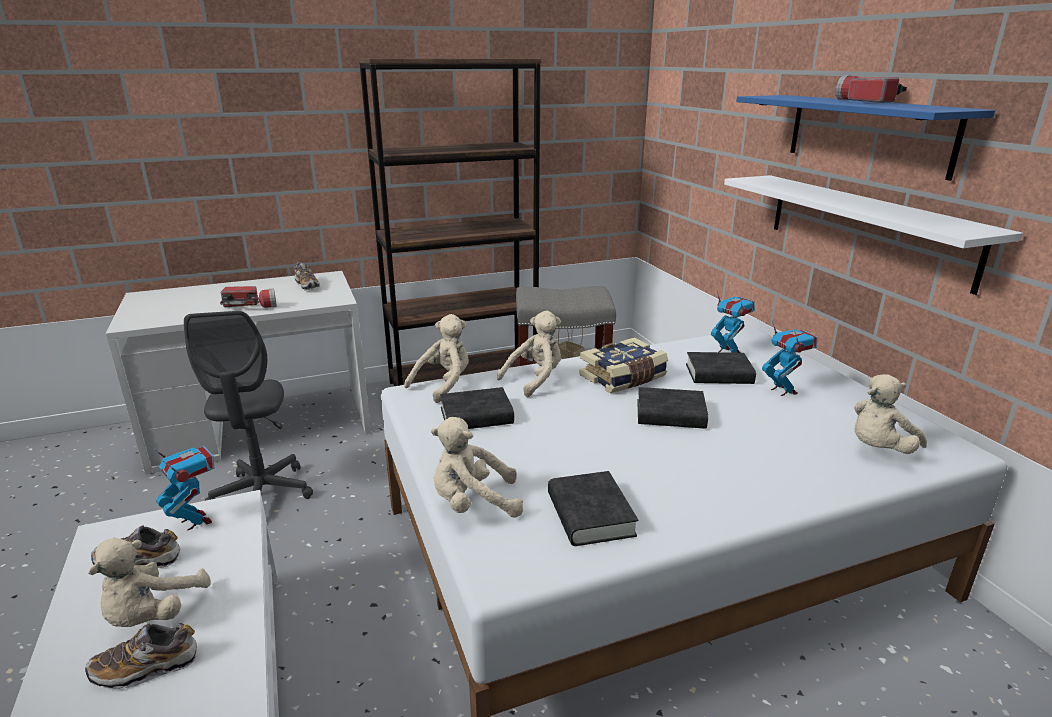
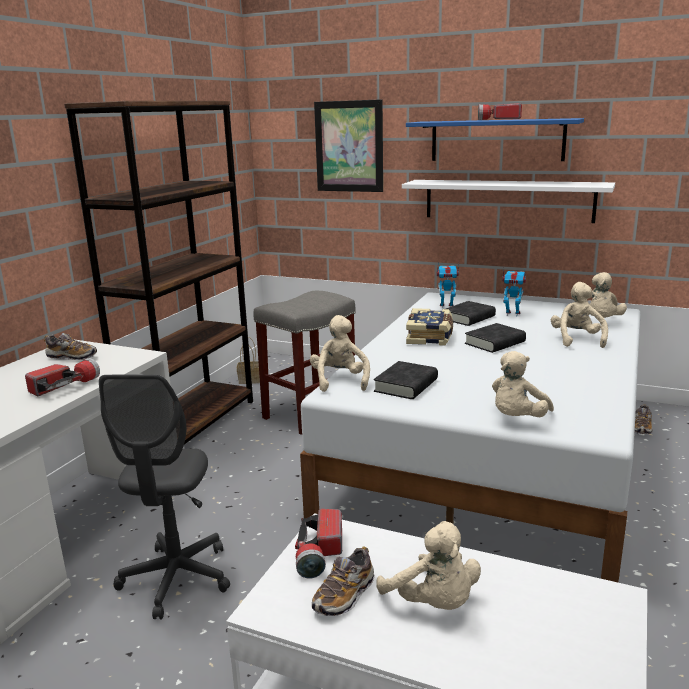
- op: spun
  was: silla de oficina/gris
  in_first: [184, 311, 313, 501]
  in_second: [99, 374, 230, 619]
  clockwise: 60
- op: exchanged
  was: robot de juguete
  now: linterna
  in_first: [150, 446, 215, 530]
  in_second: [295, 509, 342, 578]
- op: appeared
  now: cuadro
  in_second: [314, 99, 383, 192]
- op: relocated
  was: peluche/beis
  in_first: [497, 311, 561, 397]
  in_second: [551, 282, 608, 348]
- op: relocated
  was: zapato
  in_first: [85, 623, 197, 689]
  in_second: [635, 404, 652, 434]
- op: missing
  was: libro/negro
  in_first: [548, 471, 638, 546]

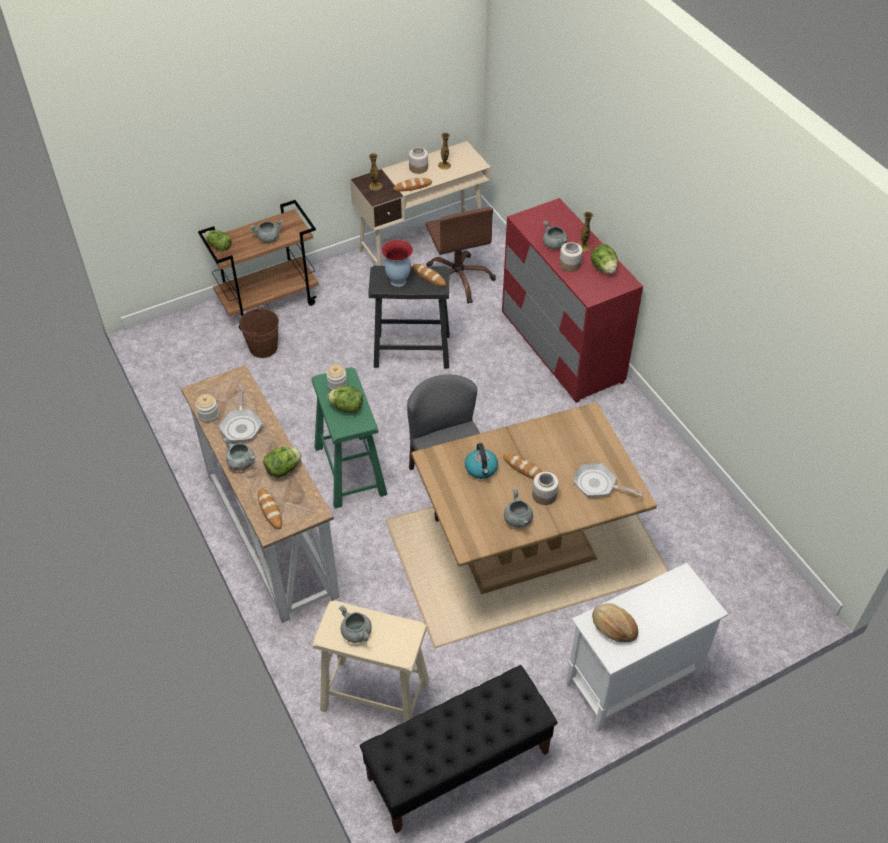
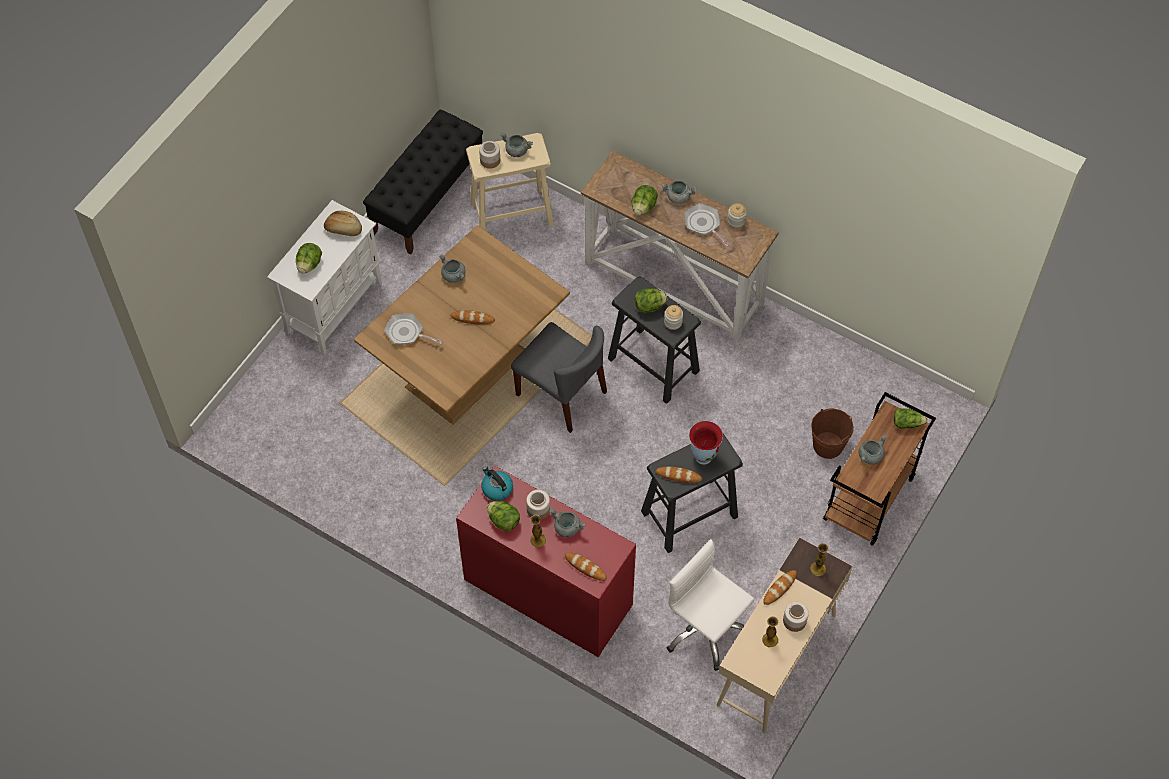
- op: appeared
  now: lechuga
  in_second: [296, 243, 322, 274]
- op: spun
  was: sartén
  in_first: [573, 463, 643, 497]
  in_second: [384, 313, 443, 345]
  clockwise: -150
- op: relocated
  was: tarro
  in_first: [532, 472, 559, 505]
  in_second: [479, 141, 500, 169]
- op: relocated
  was: hervidor
  in_first: [465, 443, 498, 479]
  in_second: [481, 466, 513, 501]
- op: relocated
  was: pan
  in_first: [258, 488, 282, 529]
  in_second: [565, 552, 607, 581]
- op: colour
  was: taburete/verde
  now: taburete/negro
  in_first: [312, 367, 388, 509]
  in_second: [608, 276, 701, 403]
- op: colour
  was: silla de oficina/marrón
  now: silla de oficina/blanco
  in_first: [426, 207, 496, 304]
  in_second: [667, 539, 754, 671]

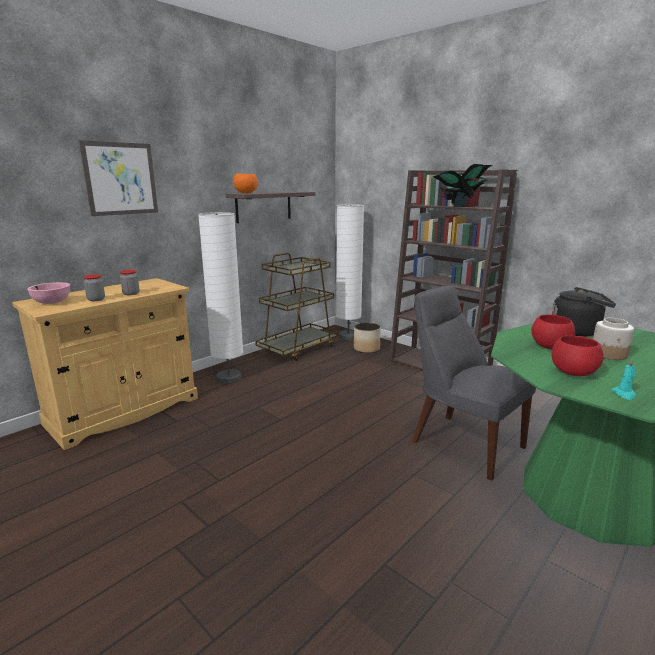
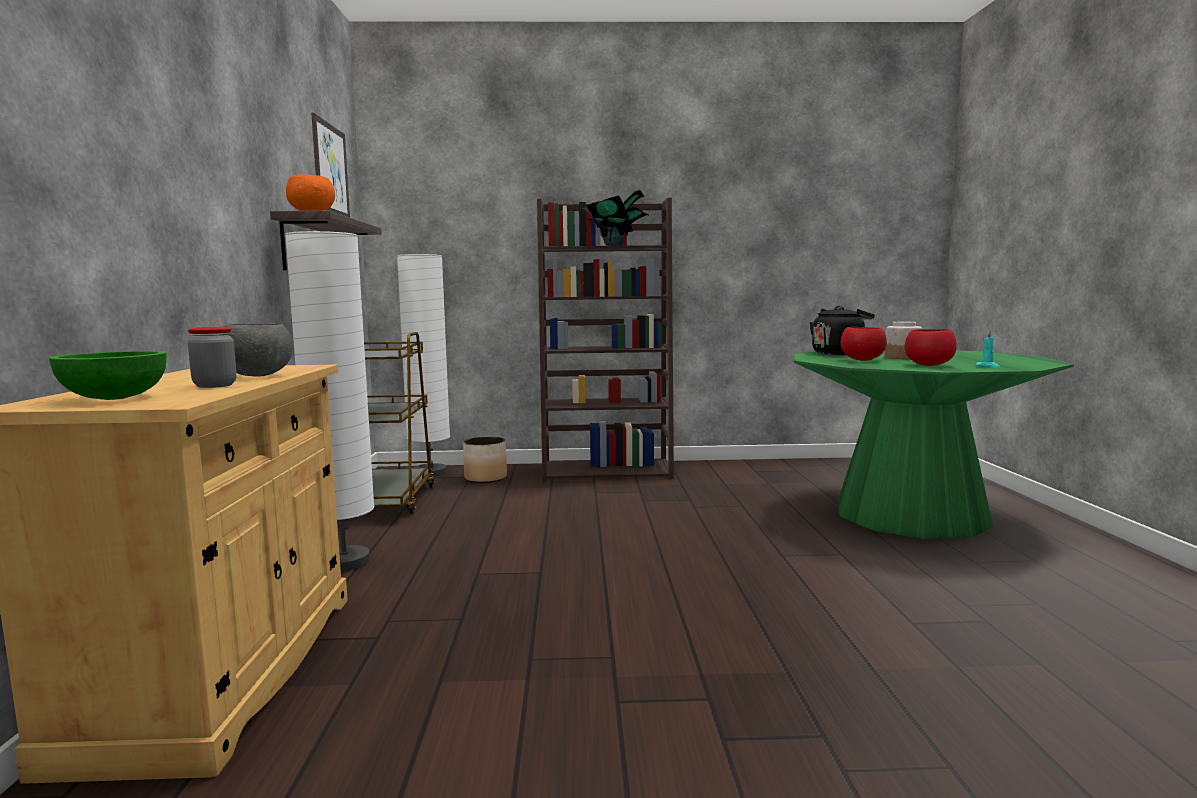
- op: colour
  was: cuenco/rosa
  now: cuenco/verde
  in_first: [27, 282, 70, 304]
  in_second: [49, 351, 167, 400]
- op: exchanged
  was: tarro
  now: cuenco/gris
  in_first: [120, 270, 139, 295]
  in_second: [222, 324, 293, 377]
- op: relocated
  was: cuadro
  in_first: [79, 140, 158, 216]
  in_second: [311, 113, 350, 217]
- op: missing
  was: silla/gris
  in_first: [412, 285, 536, 481]

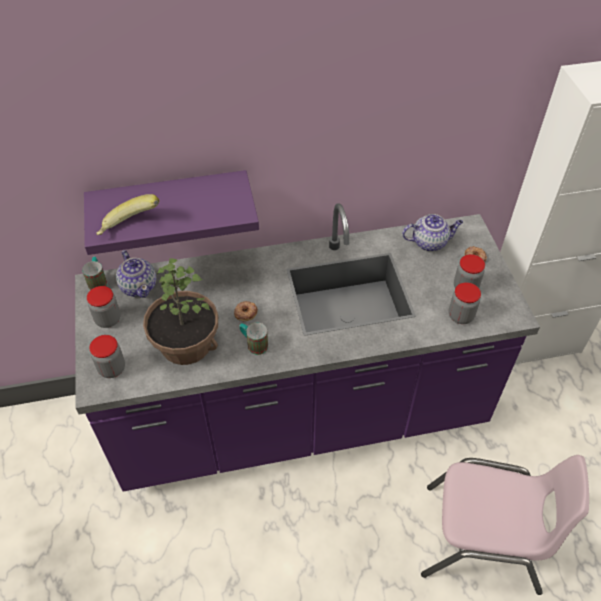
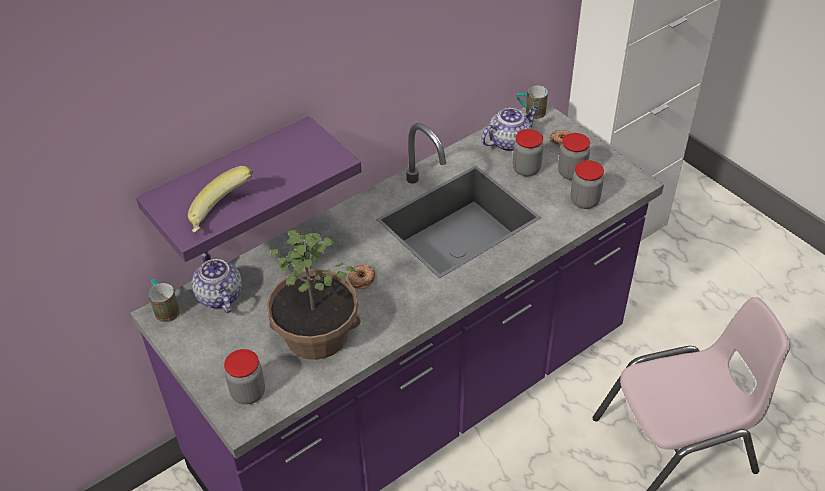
- op: spun
  was: tetera
  in_first: [116, 250, 156, 298]
  in_second: [192, 251, 242, 313]
  clockwise: -150
- op: relocated
  was: tarro
  in_first: [87, 286, 121, 328]
  in_second: [513, 129, 544, 176]
- op: relocated
  was: taza grande
  in_first: [240, 323, 268, 355]
  in_second: [517, 85, 548, 119]

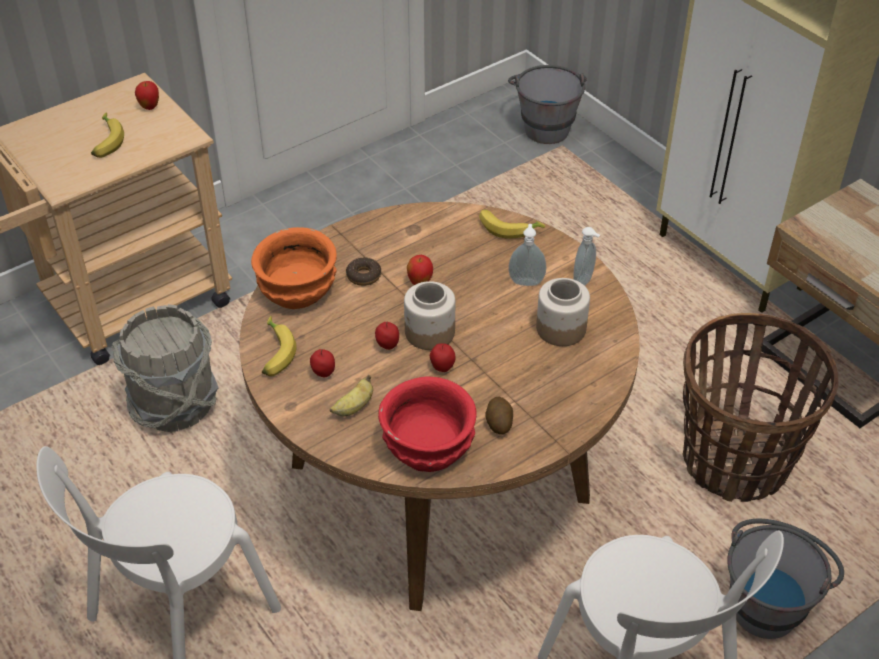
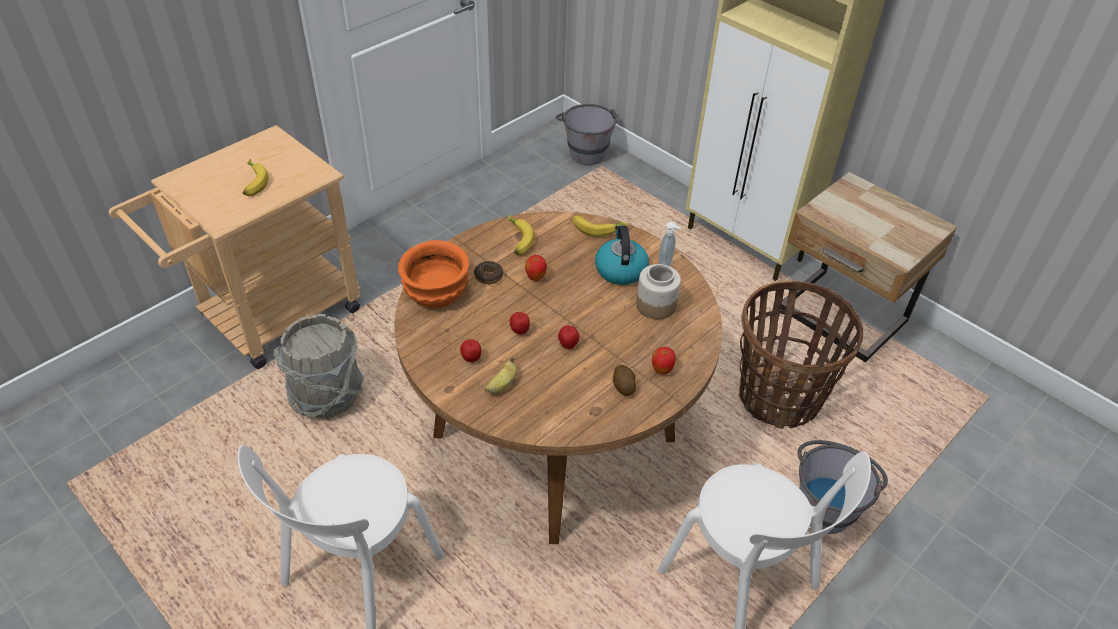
- op: relocated
  was: plátano
  in_first: [262, 316, 297, 376]
  in_second: [509, 215, 535, 255]
- op: exchanged
  was: dispensador de jabón
  now: hervidor
  in_first: [508, 224, 546, 286]
  in_second: [595, 225, 649, 285]
- op: relocated
  was: manzana
  in_first: [135, 81, 159, 110]
  in_second: [652, 347, 676, 375]
- op: missing
  was: cuenco/rojo
  in_first: [378, 376, 477, 472]
- op: missing
  was: tarro
  in_first: [404, 281, 455, 350]

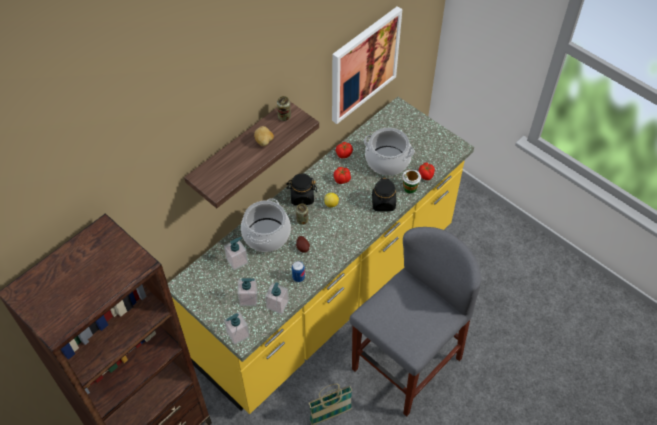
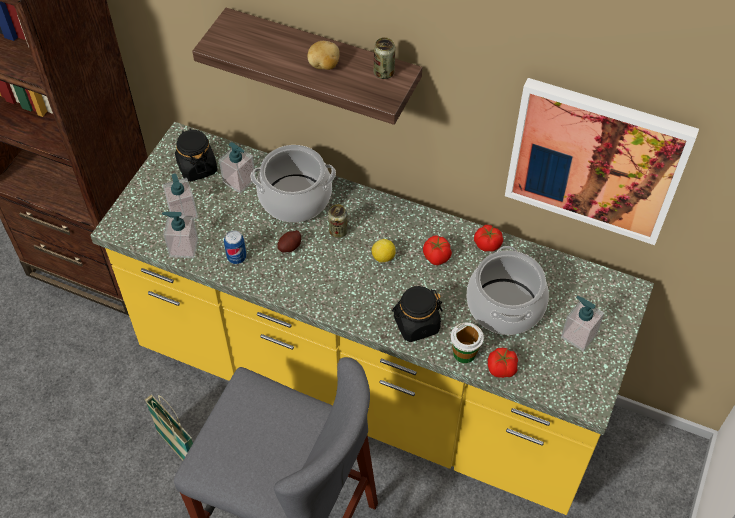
- op: relocated
  was: tarro/negro
  in_first: [287, 173, 317, 205]
  in_second: [175, 128, 217, 182]
- op: relocated
  was: dispensador de jabón
  in_first: [224, 312, 250, 345]
  in_second: [561, 296, 604, 351]

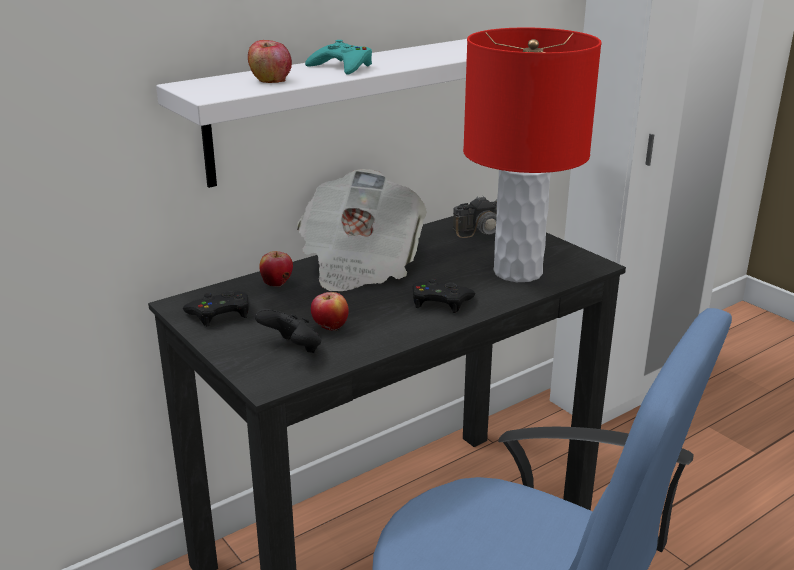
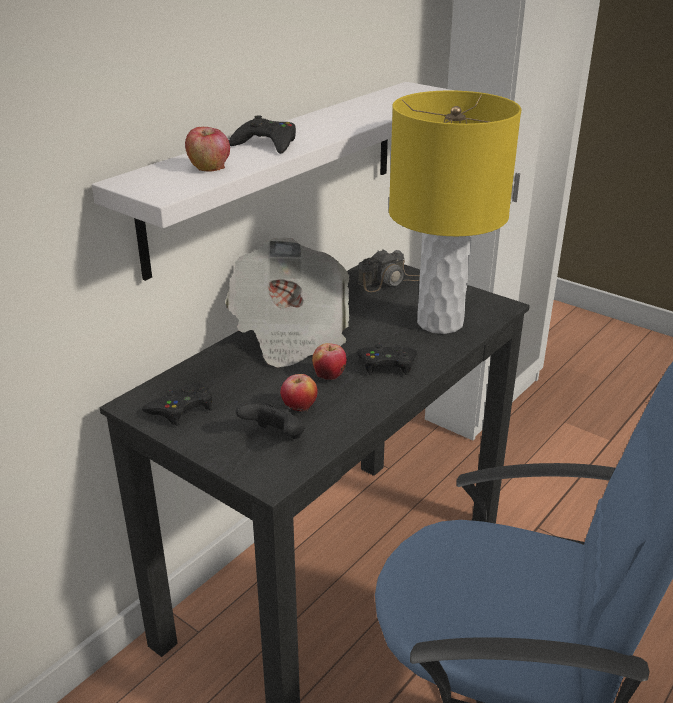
- op: colour
  was: mando de consola/turquesa
  now: mando de consola/negro
  in_first: [305, 40, 372, 75]
  in_second: [229, 115, 296, 154]
- op: relocated
  was: manzana
  in_first: [259, 251, 293, 287]
  in_second: [312, 343, 347, 380]
- op: colour
  was: lámpara de mesa/rojo
  now: lámpara de mesa/amarillo
  in_first: [463, 28, 602, 282]
  in_second: [389, 90, 521, 334]

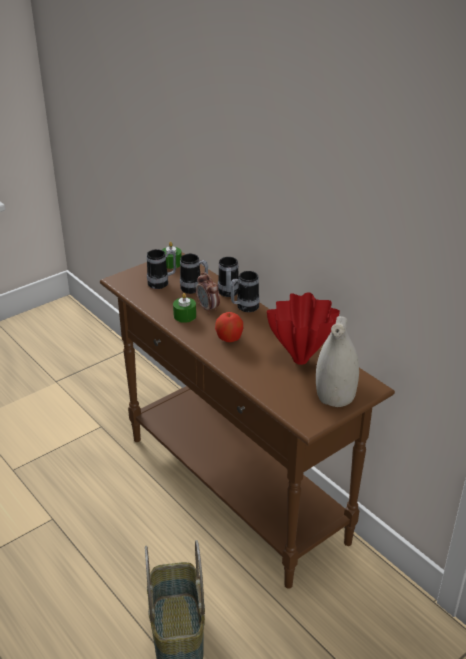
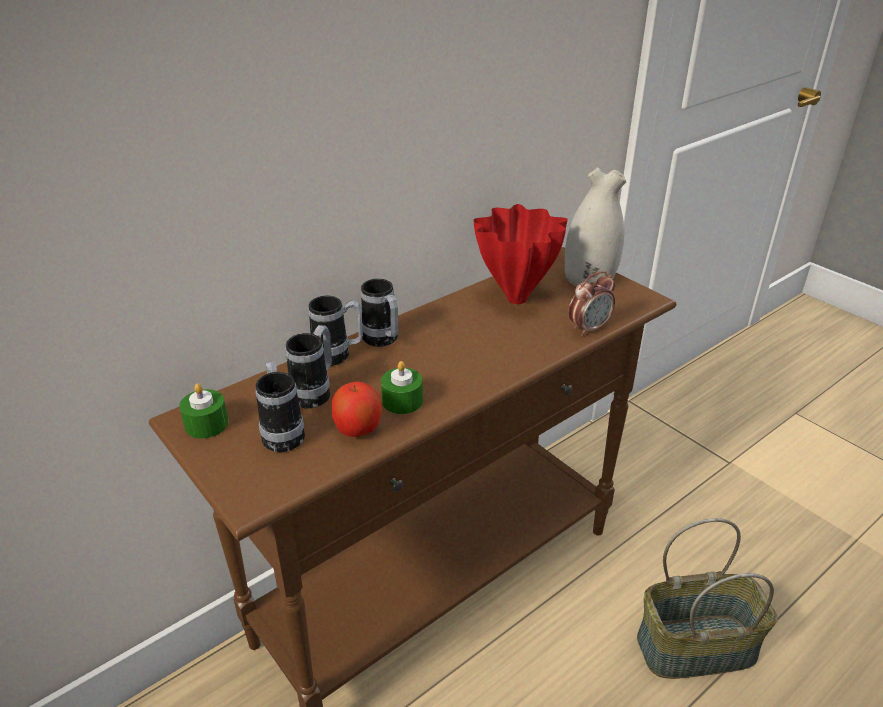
- op: relocated
  was: manzana
  in_first: [215, 312, 243, 342]
  in_second: [332, 381, 382, 437]
- op: relocated
  was: despertador
  in_first: [196, 272, 220, 314]
  in_second: [568, 271, 615, 336]

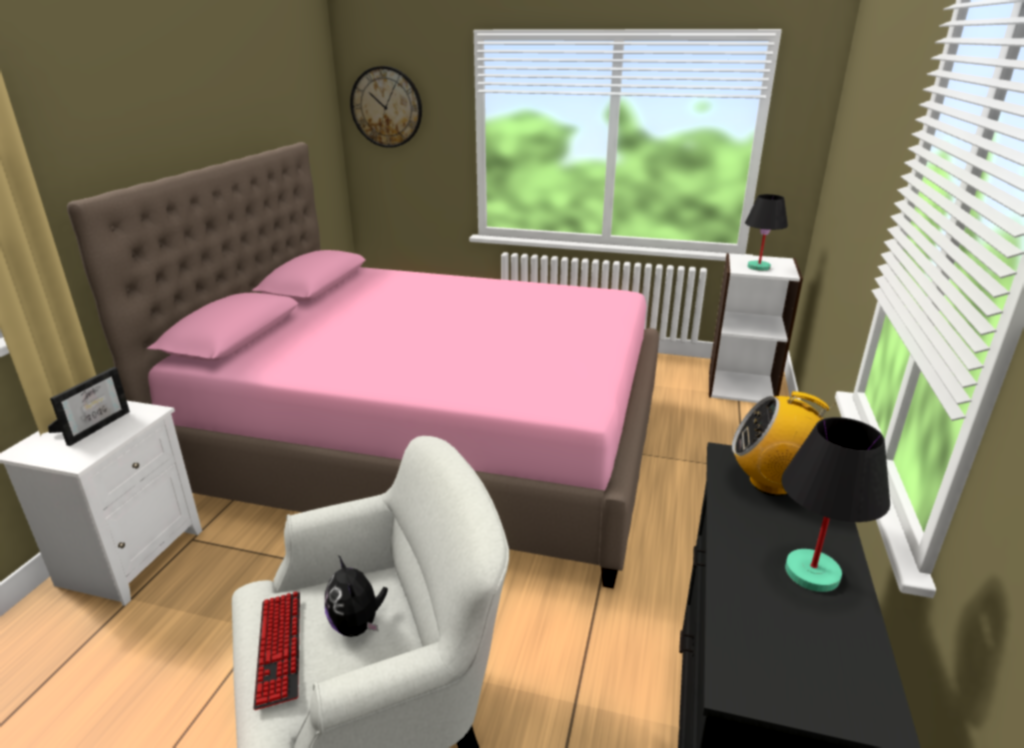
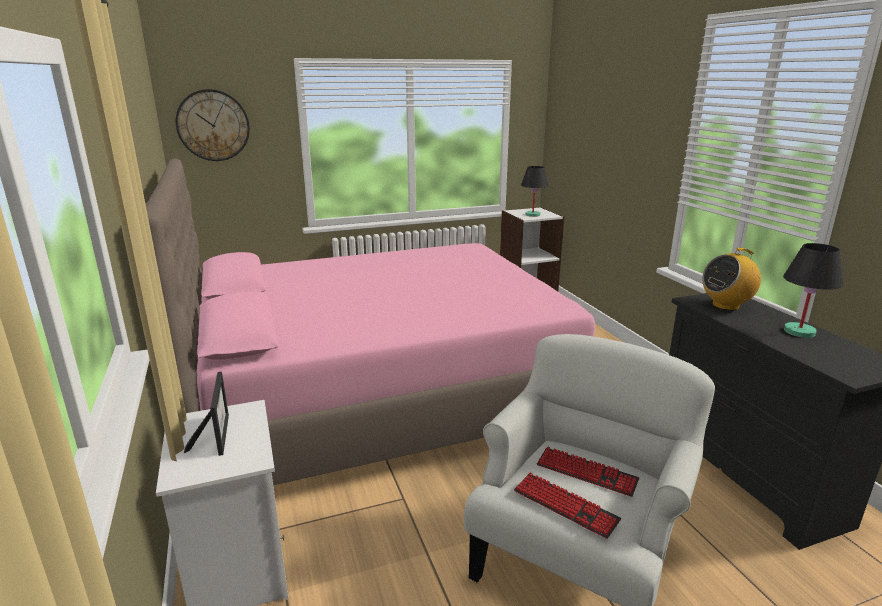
- op: exchanged
  was: peluche
  now: teclado
  in_first: [325, 555, 388, 637]
  in_second: [537, 447, 639, 497]

